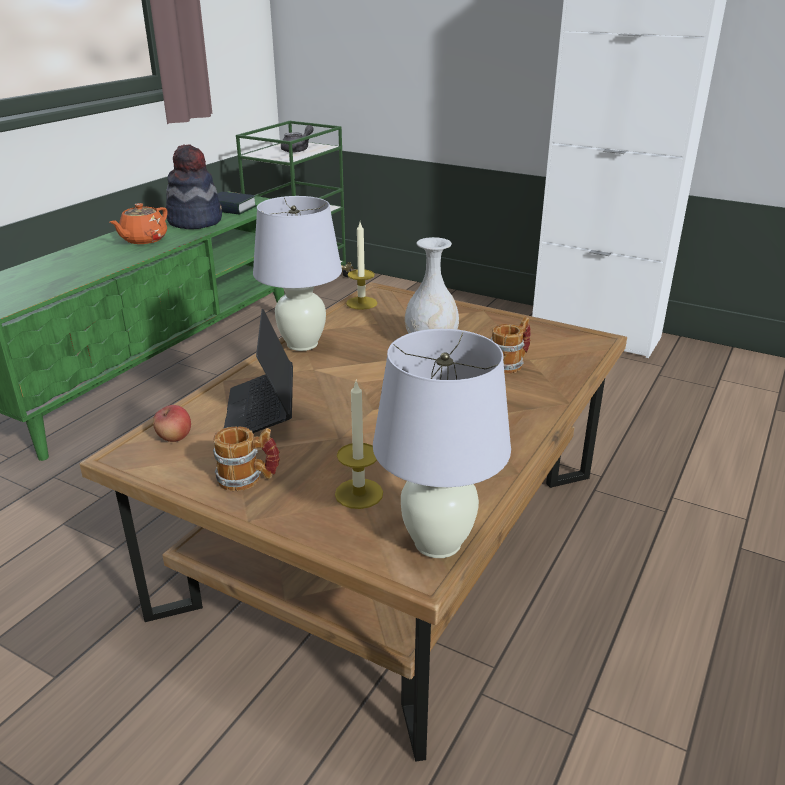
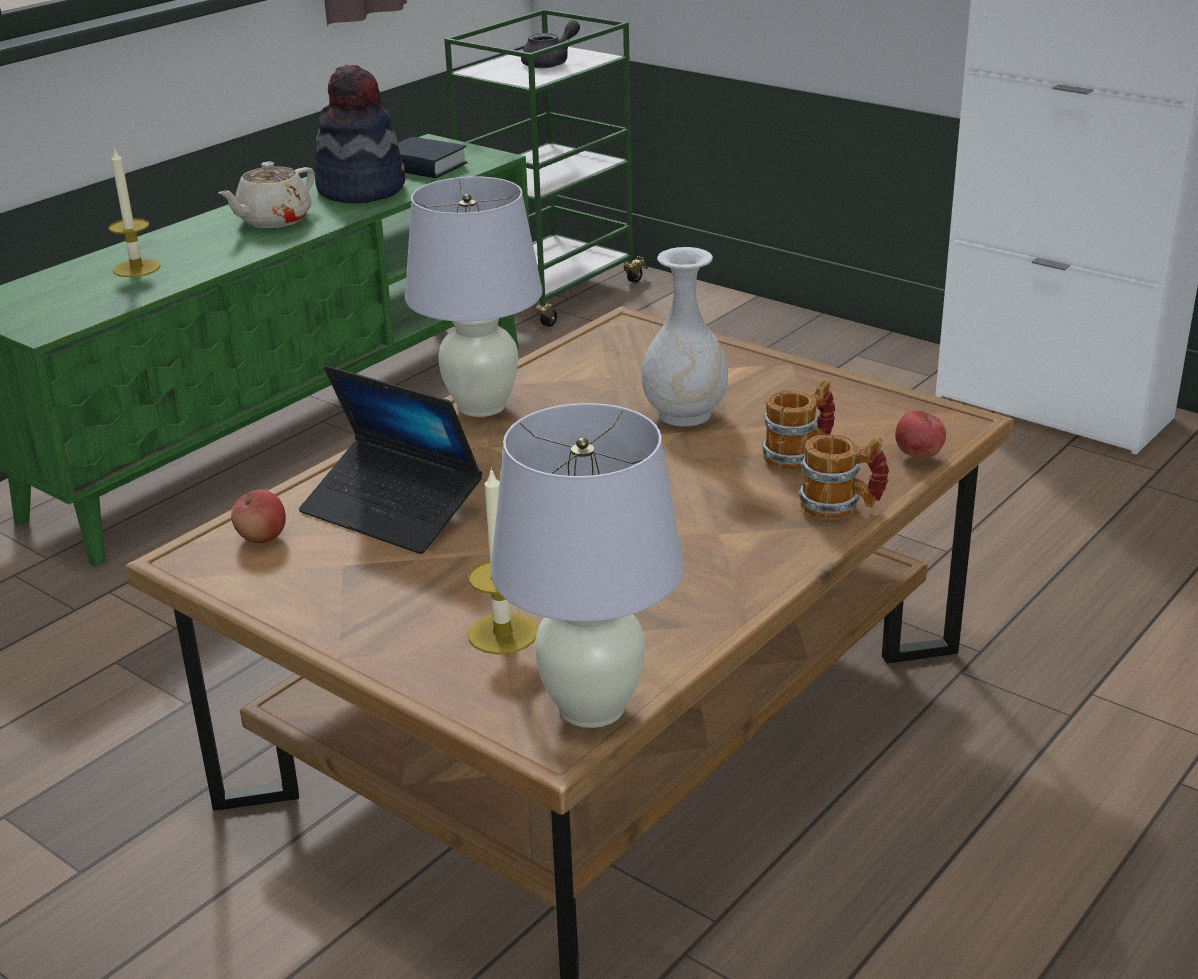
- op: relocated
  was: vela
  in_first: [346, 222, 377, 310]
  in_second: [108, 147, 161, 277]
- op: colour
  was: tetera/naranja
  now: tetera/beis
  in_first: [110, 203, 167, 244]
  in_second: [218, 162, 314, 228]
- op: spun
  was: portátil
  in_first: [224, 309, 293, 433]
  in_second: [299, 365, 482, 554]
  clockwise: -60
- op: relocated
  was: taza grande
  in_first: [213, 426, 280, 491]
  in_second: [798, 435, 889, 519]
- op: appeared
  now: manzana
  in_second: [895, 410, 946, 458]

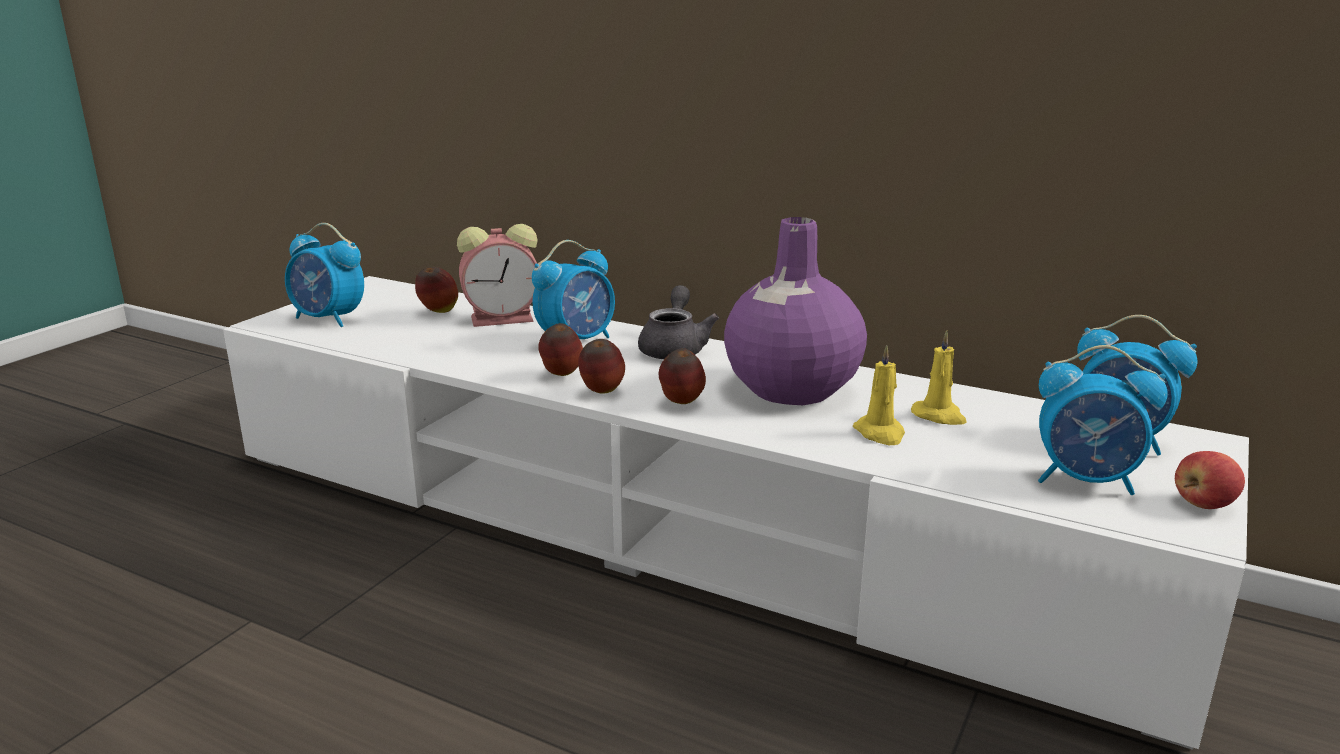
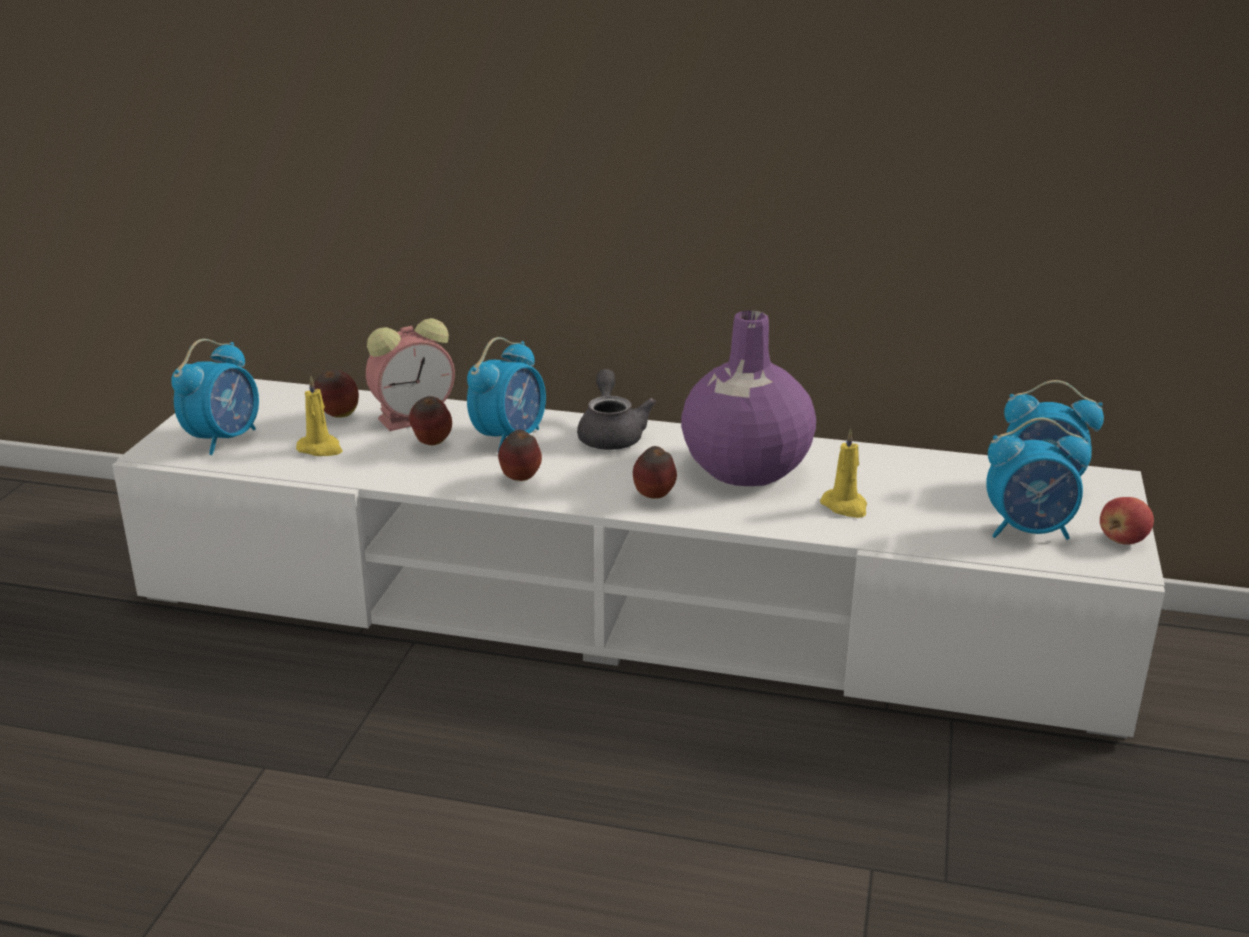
- op: spun
  was: despertador
  in_first: [285, 223, 364, 327]
  in_second: [171, 339, 259, 455]
  clockwise: -75
- op: relocated
  was: vela/amarillo
  in_first: [911, 331, 967, 425]
  in_second: [296, 377, 343, 456]
- op: relocated
  was: manzana
  in_first: [578, 339, 625, 394]
  in_second: [409, 396, 452, 445]

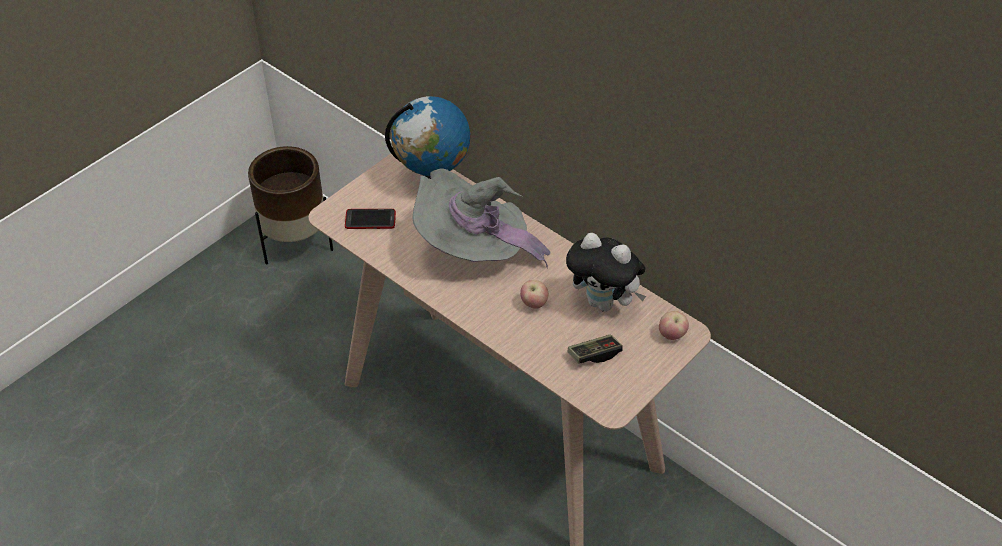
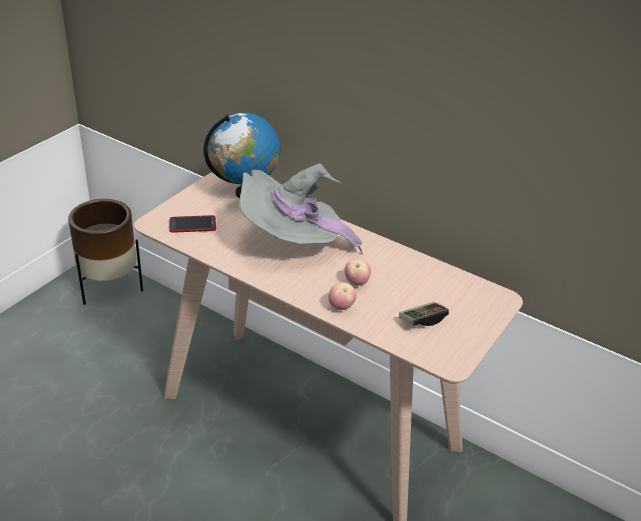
- op: relocated
  was: manzana
  in_first: [659, 311, 689, 340]
  in_second: [328, 282, 356, 310]
- op: missing
  was: peluche
  in_first: [566, 233, 646, 312]

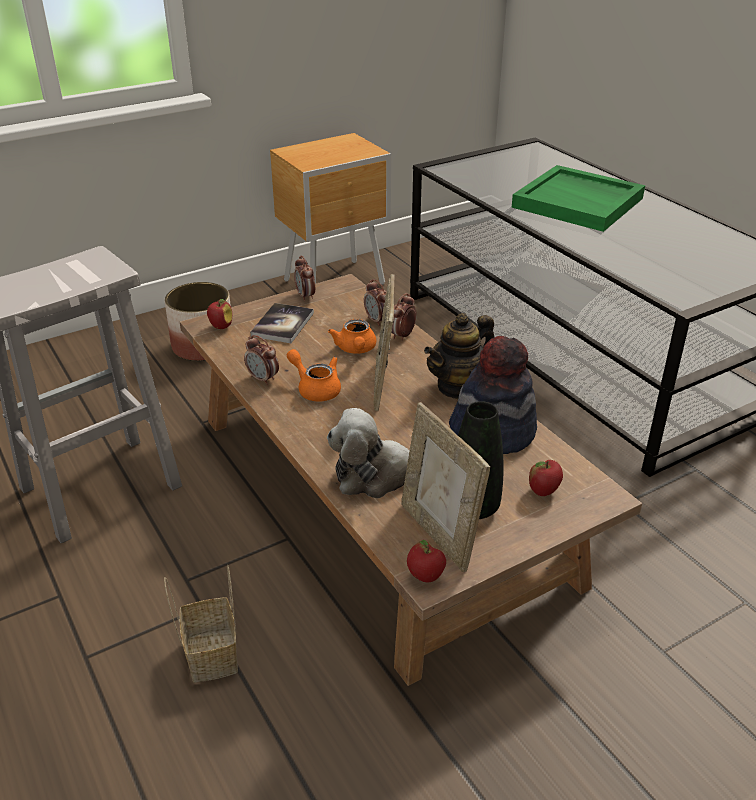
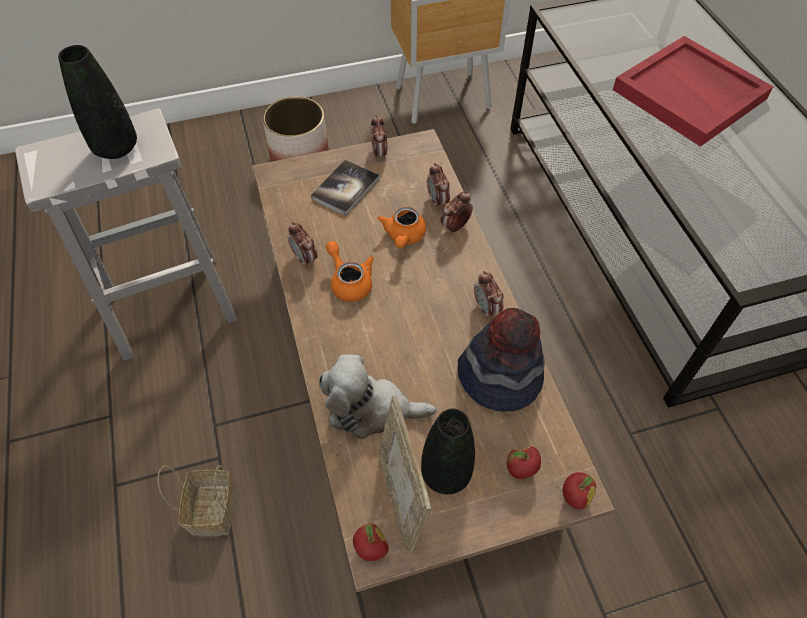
- op: appeared
  now: florero/negro
  in_second: [58, 45, 137, 159]
- op: exchanged
  was: tetera
  now: despertador
  in_first: [424, 313, 494, 399]
  in_second: [474, 271, 504, 319]
- op: relocated
  was: manzana
  in_first: [207, 299, 232, 329]
  in_second: [563, 472, 596, 509]
- op: colour
  was: bandeja/verde
  now: bandeja/rojo
  in_first: [511, 165, 645, 232]
  in_second: [613, 36, 774, 147]
- op: missing
  was: portarretratos
  in_first: [373, 274, 394, 411]

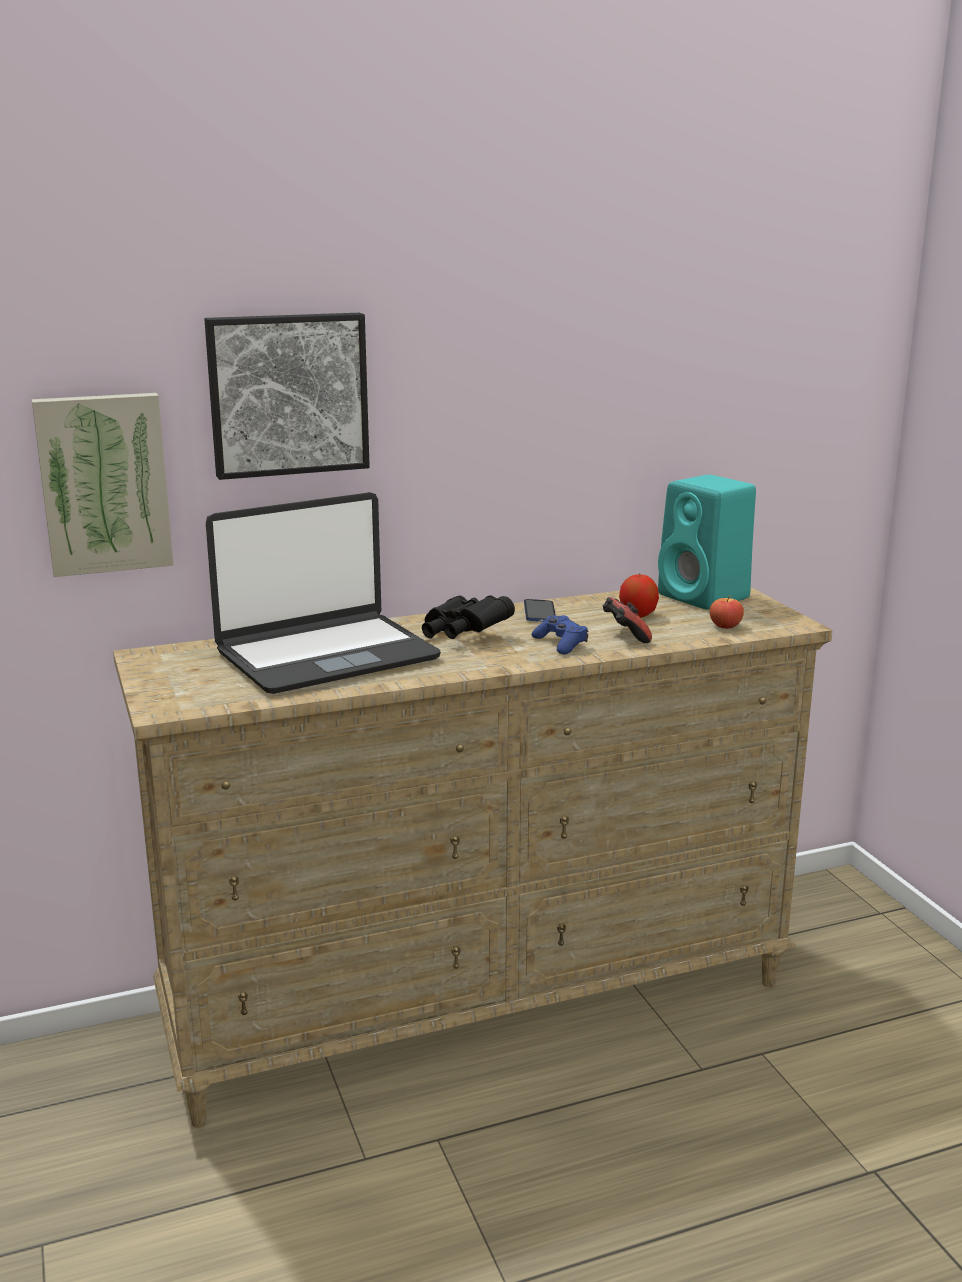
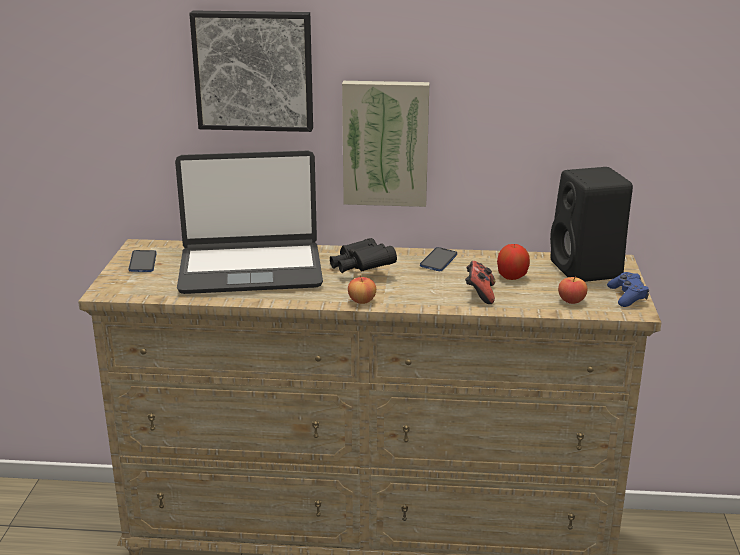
- op: appeared
  now: móvil
  in_second: [129, 250, 157, 272]
- op: relocated
  was: cuadro
  in_first: [32, 393, 173, 577]
  in_second: [342, 81, 429, 207]
- op: appeared
  now: manzana
  in_second: [348, 275, 376, 304]
- op: colour
  was: altavoz/turquesa
  now: altavoz/negro
  in_first: [658, 475, 756, 610]
  in_second: [550, 167, 633, 282]
- op: relocated
  was: mando de consola/azul
  in_first: [532, 615, 588, 654]
  in_second: [607, 272, 649, 307]

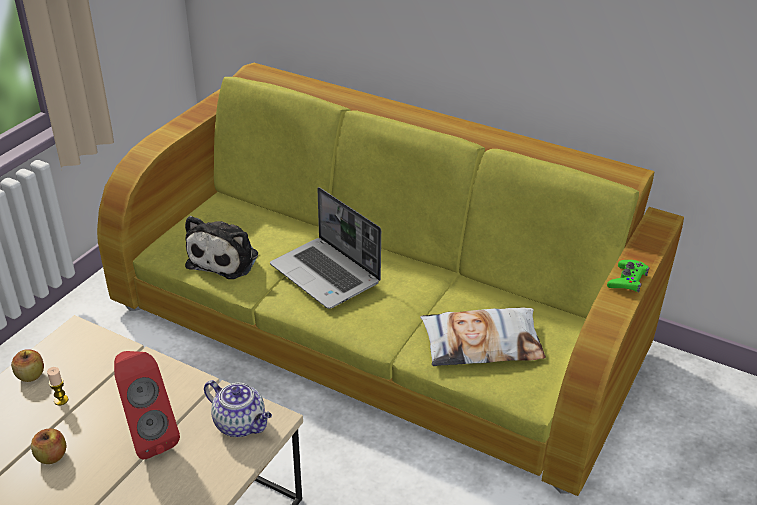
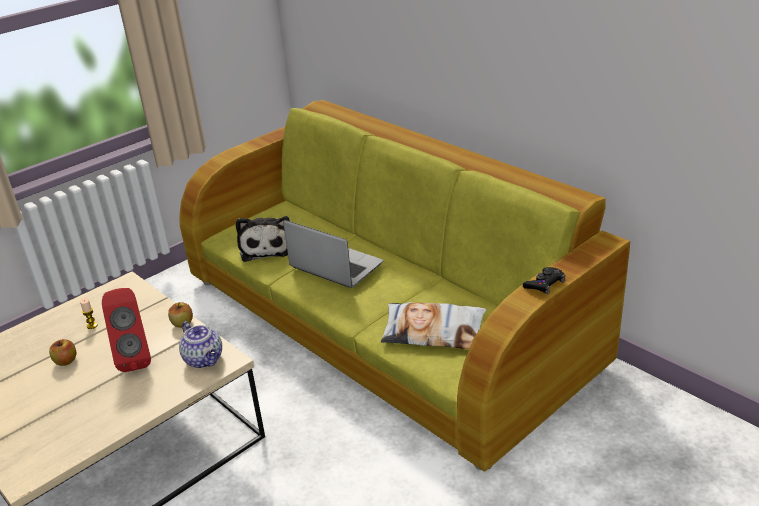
- op: relocated
  was: manzana
  in_first: [11, 349, 44, 382]
  in_second: [168, 302, 193, 328]
- op: spun
  was: peluche
  in_first: [185, 216, 258, 279]
  in_second: [236, 216, 290, 262]
  clockwise: -45
- op: spun
  was: portátil
  in_first: [270, 187, 381, 309]
  in_second: [283, 220, 383, 288]
  clockwise: 150
- op: colour
  was: mando de consola/verde
  now: mando de consola/negro
  in_first: [607, 260, 650, 292]
  in_second: [523, 267, 566, 294]

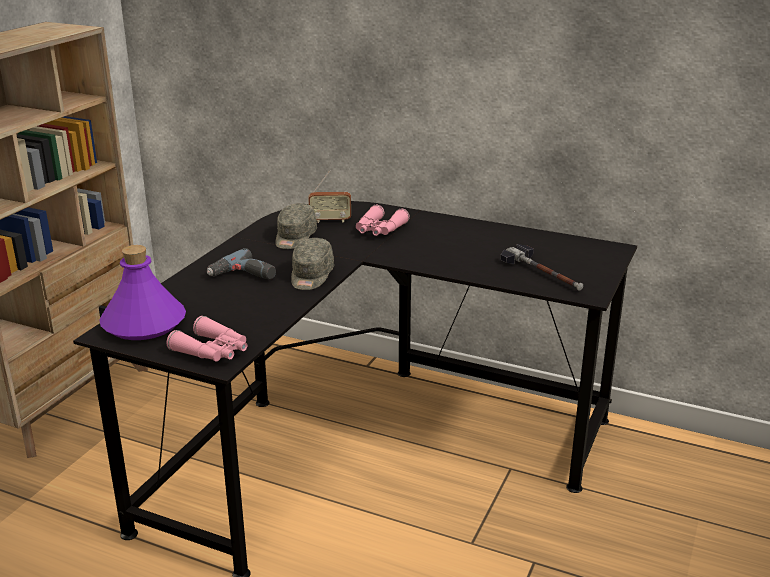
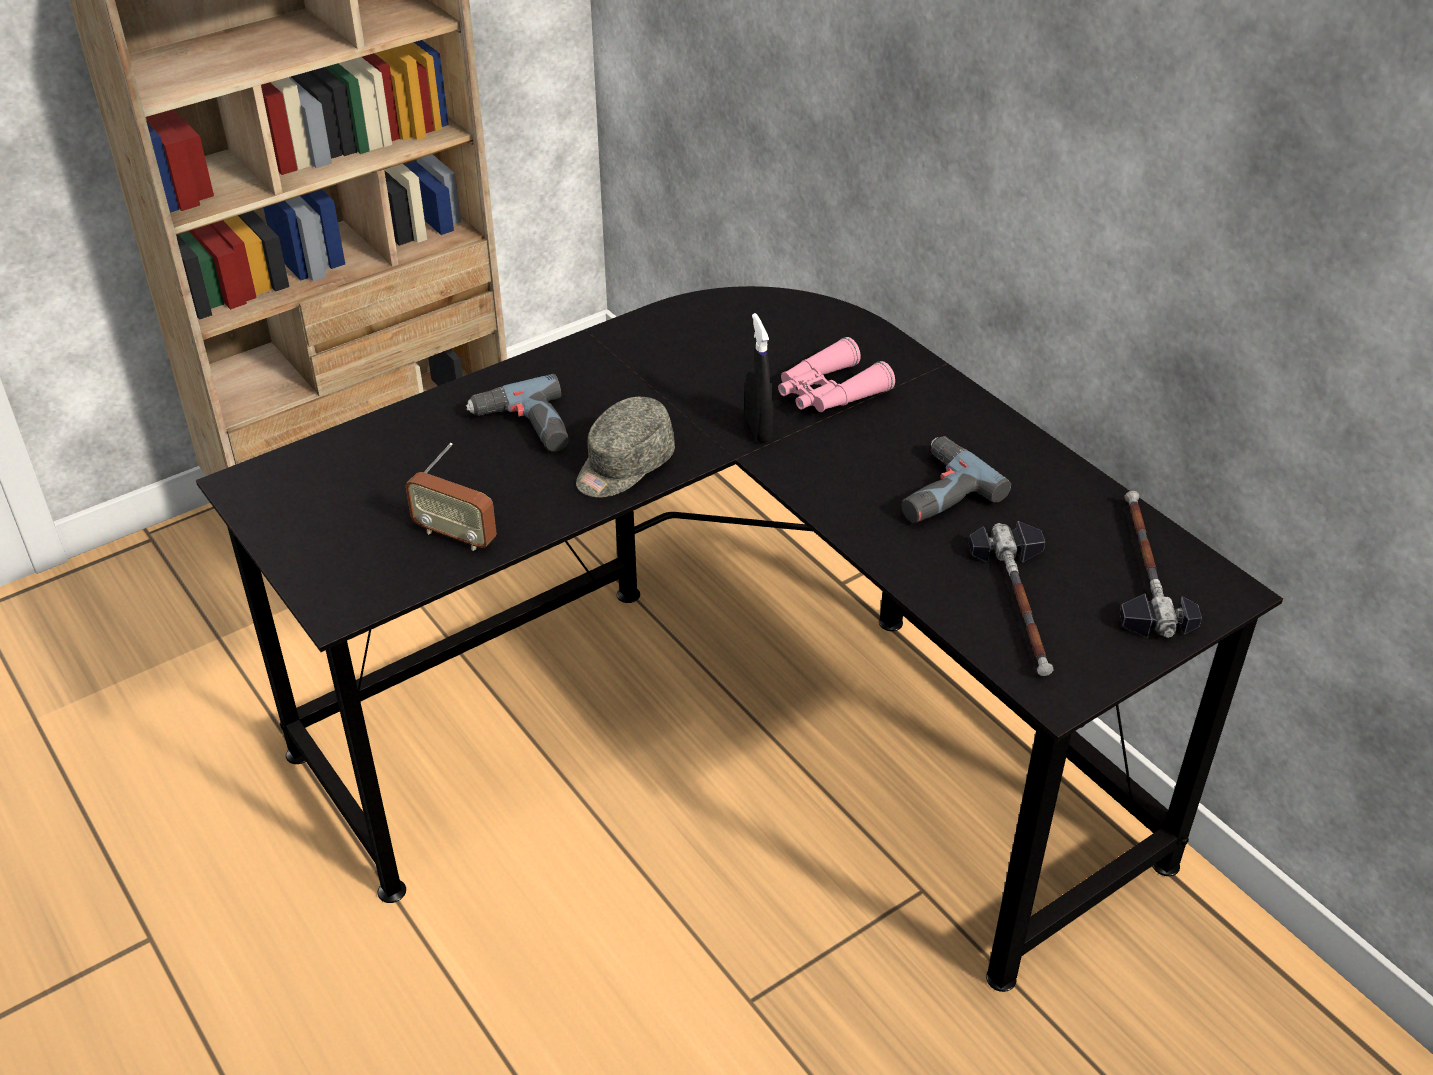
- op: relocated
  was: radio
  in_first: [308, 171, 351, 223]
  in_second: [406, 443, 497, 551]
- op: appeared
  now: pulverizador/negro
  in_second: [745, 313, 773, 442]
- op: appeared
  now: taladro
  in_second: [902, 436, 1011, 523]
- op: appeared
  now: martillo
  in_second: [1120, 491, 1202, 638]
- op: missing
  was: botella/morado
  in_first: [99, 245, 186, 340]
- op: missing
  was: prismáticos/rosa
  in_first: [166, 316, 247, 362]
- op: missing
  was: gorra/gris
  in_first: [275, 203, 317, 249]

